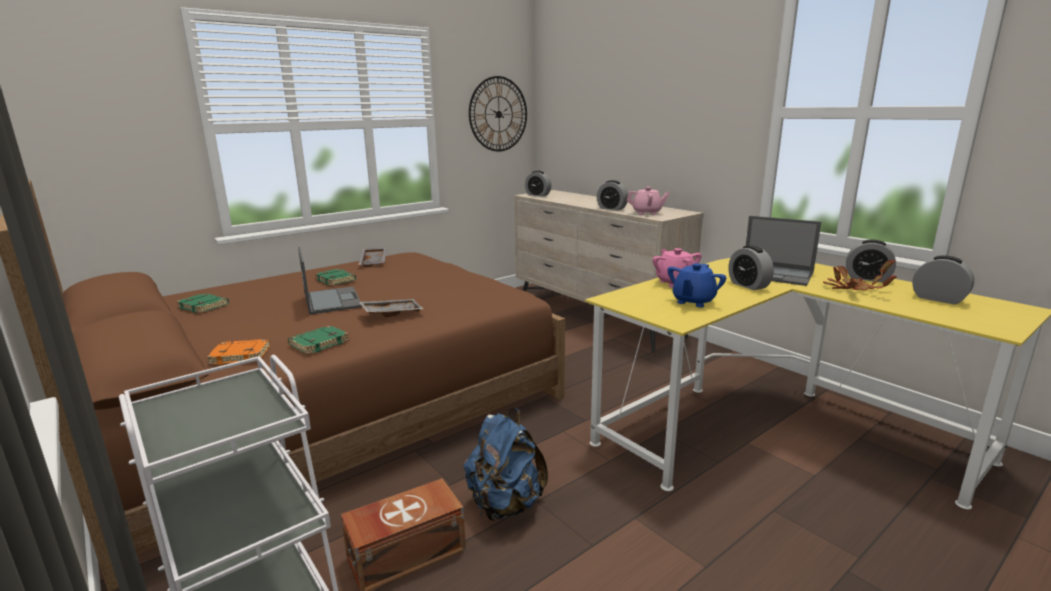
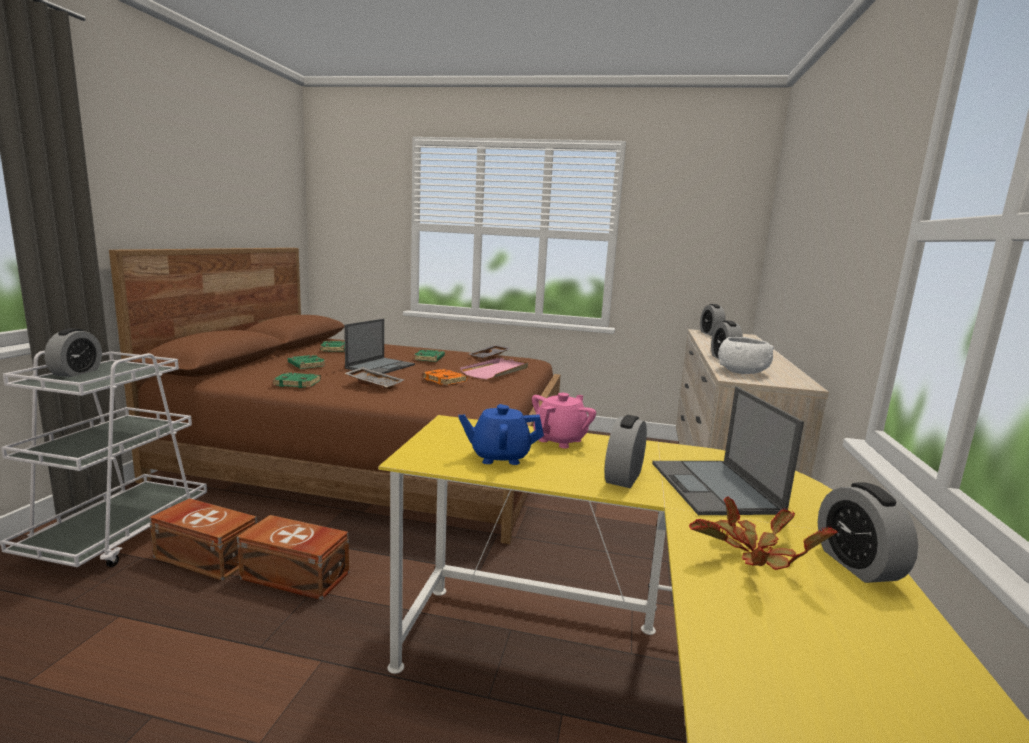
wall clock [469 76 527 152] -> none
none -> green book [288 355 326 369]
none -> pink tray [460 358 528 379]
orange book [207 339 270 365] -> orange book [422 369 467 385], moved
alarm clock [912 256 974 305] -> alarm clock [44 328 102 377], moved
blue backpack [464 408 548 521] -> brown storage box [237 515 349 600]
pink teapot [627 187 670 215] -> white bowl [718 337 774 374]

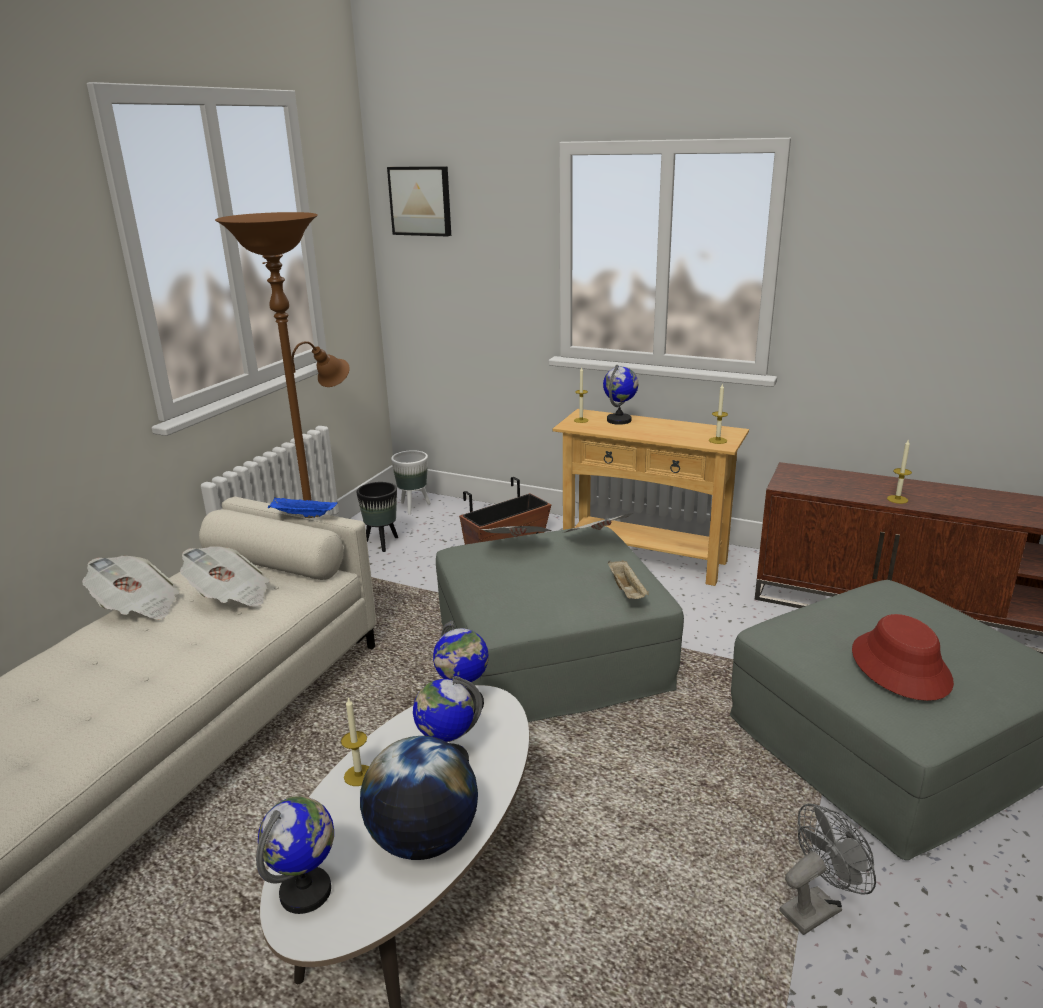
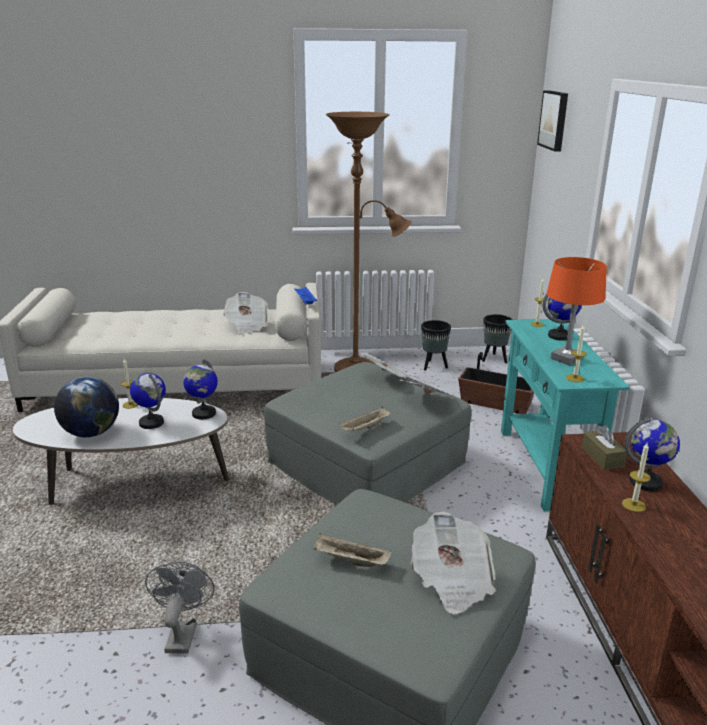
none -> orange table lamp [547 257 607 366]
none -> brown tissue box [581 425 627 470]
newspaper [82 556 180 619] -> newspaper [411 511 495 615], moved
globe [256 796 334 914] -> globe [625 417 680 491], moved
red hat [852 614 954 701] -> beige tray [314 533 392 567]
white planter [391 450 431 514] -> black planter [482 314 513 363]
beige console table [552 409 749 586] -> turquoise console table [501 319 630 512]
grey fan [780 803 876 935] -> grey fan [145 561 214 654], 120 degrees counterclockwise

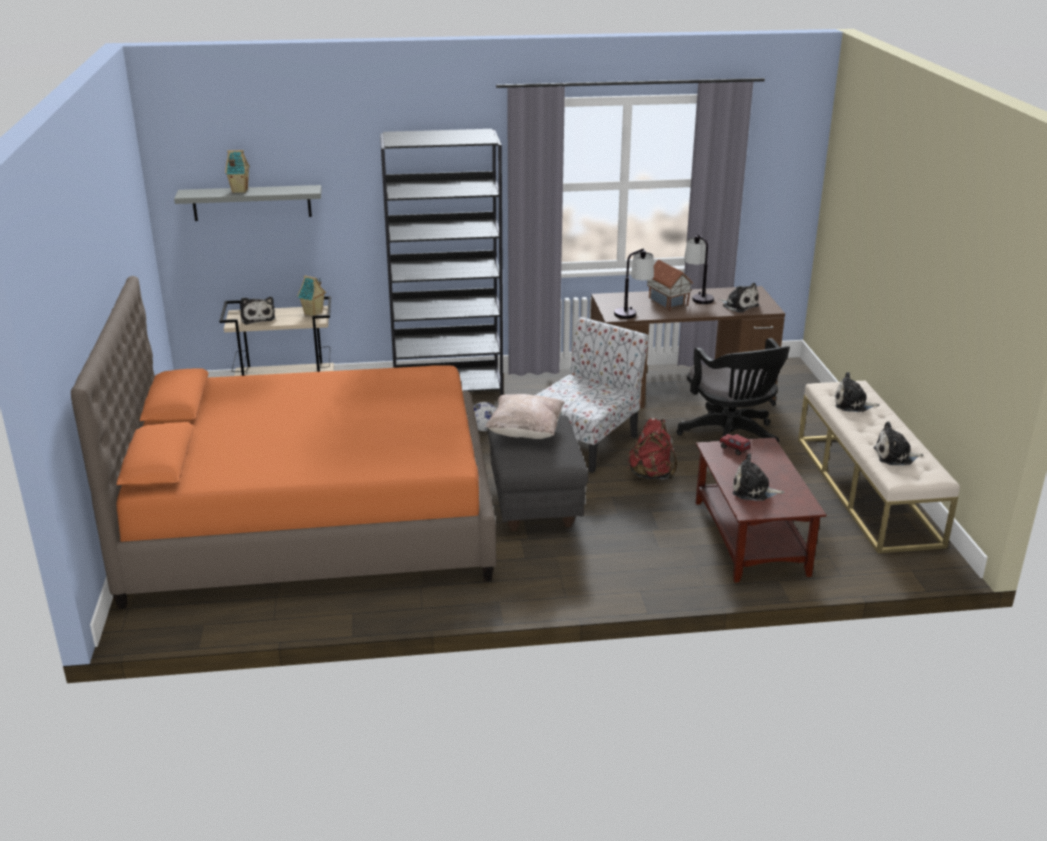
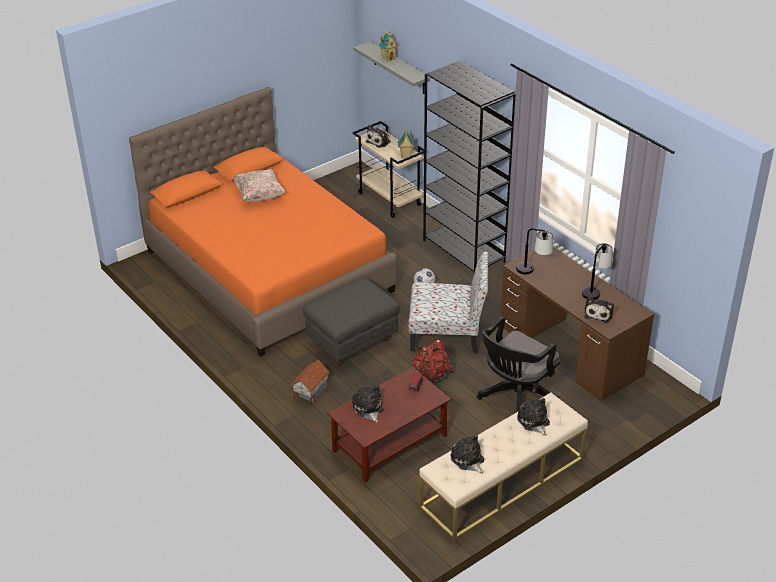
beige pillow [485 394 565 439] -> beige pillow [232 169 286 202], moved
toy house [647 260 693 311] -> toy house [291 360 329 406], moved

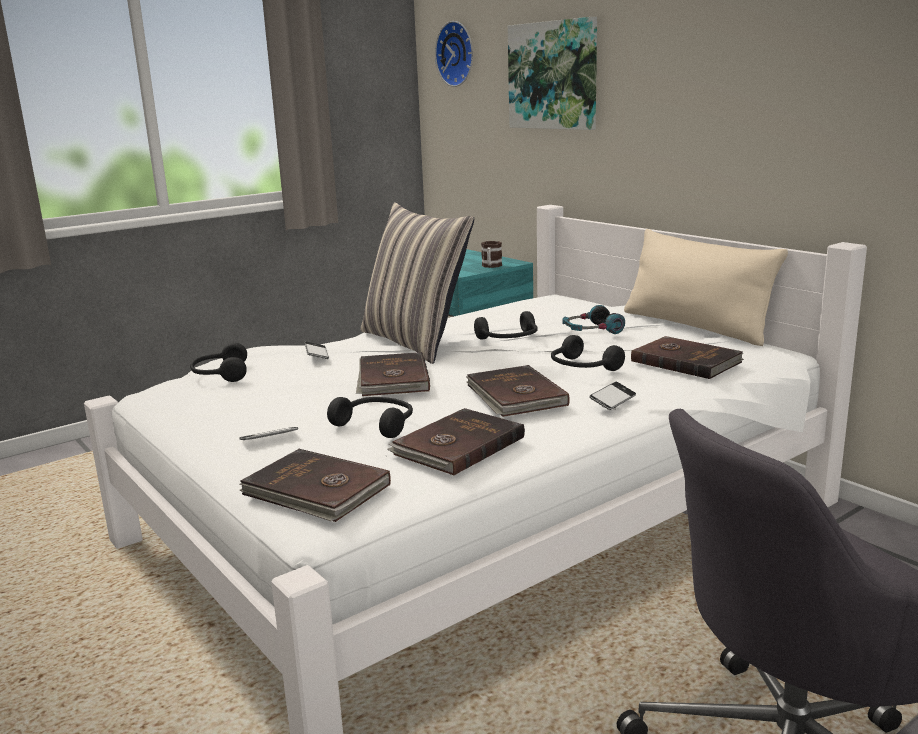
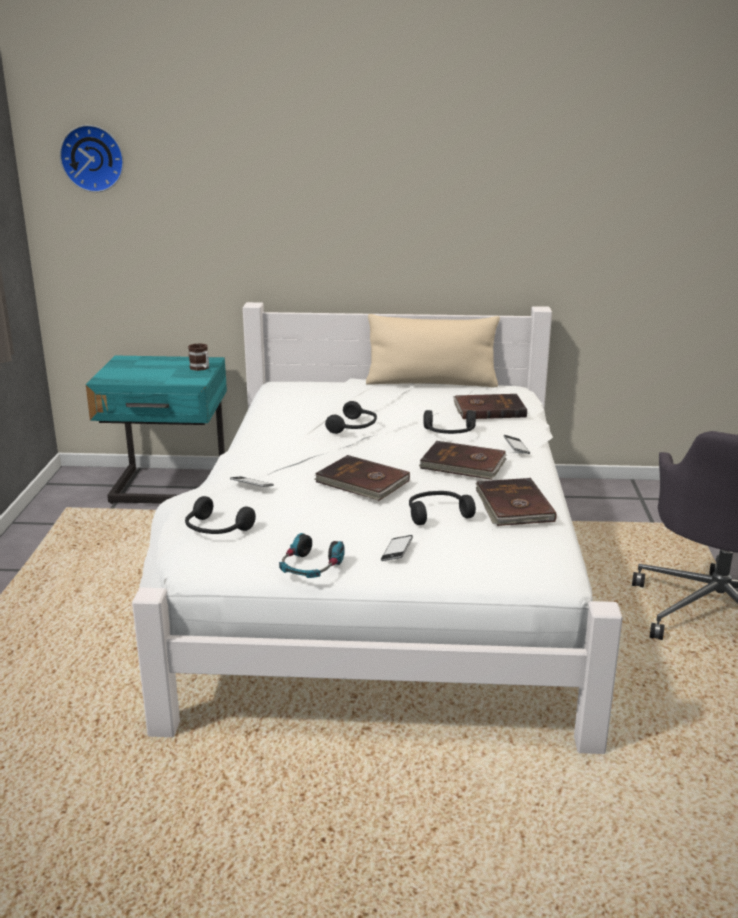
brown book [239 449 391 522] -> none
pillow [360 202 474 364] -> none
picture [508 17 597 130] -> none
headphones [562 305 625 334] -> headphones [279 533 345 578], moved

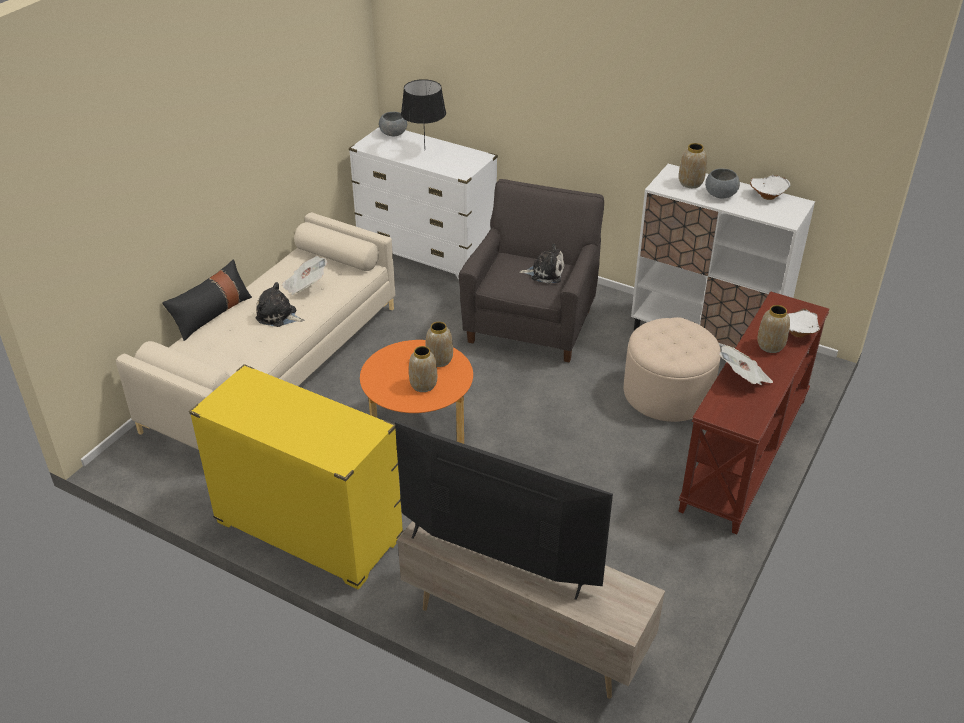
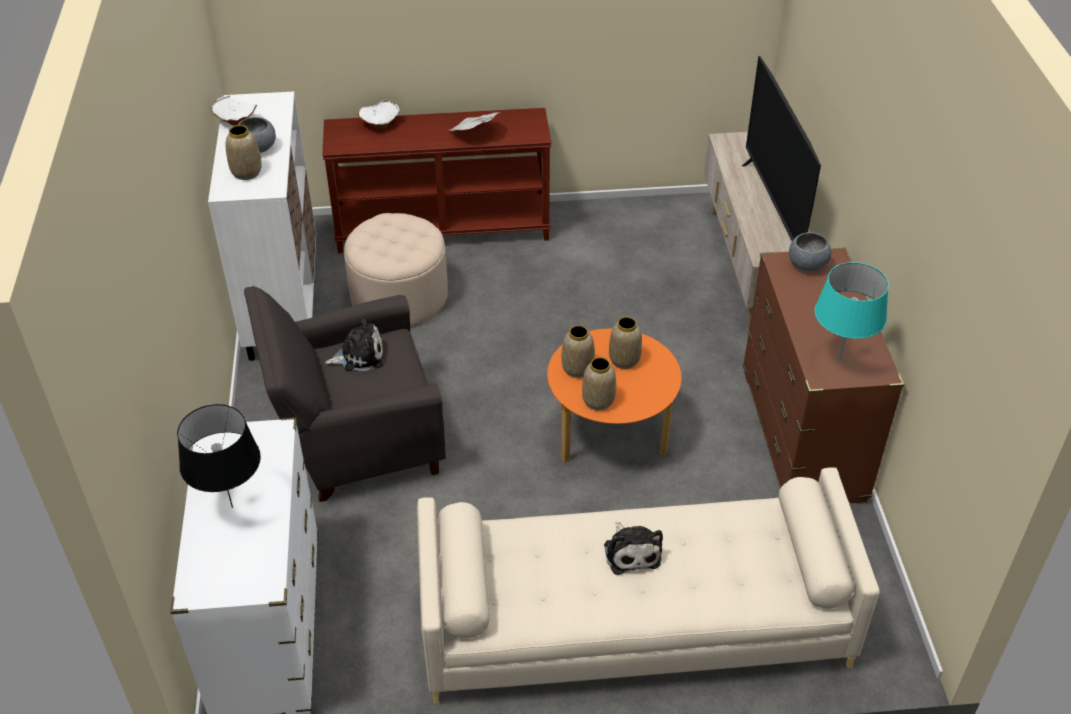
black pillow [162 260 252 341] -> none
newspaper [282 256 327 295] -> none
none -> turquoise table lamp [815 262 889 361]
grey bowl [379 112 407 136] -> grey bowl [789 232 832 271], moved
vase [757 305 790 353] -> vase [582 357 616 411], moved
yellow dresser [189 364 403 590] -> brown dresser [743 248 904 503]
plush toy [520 243 564 284] -> plush toy [325 316 384 371], 105 degrees clockwise

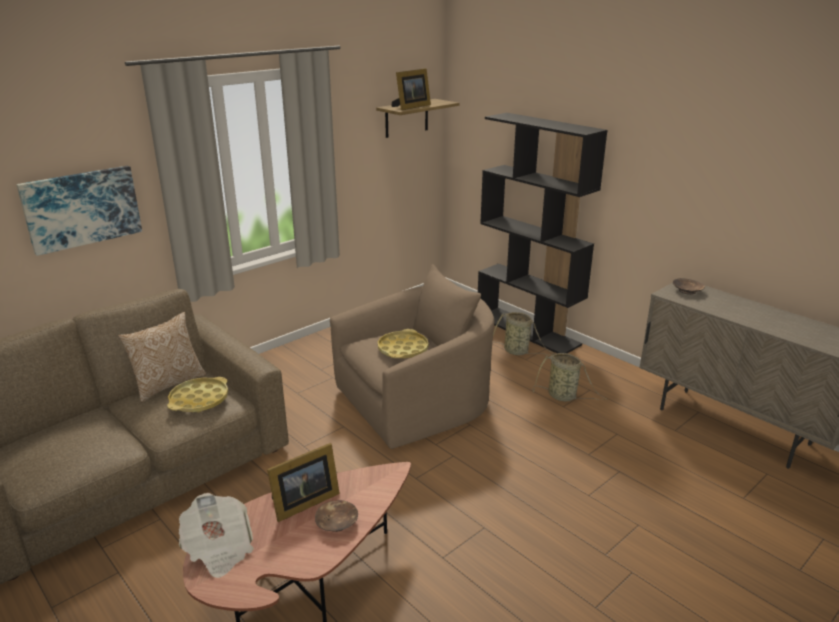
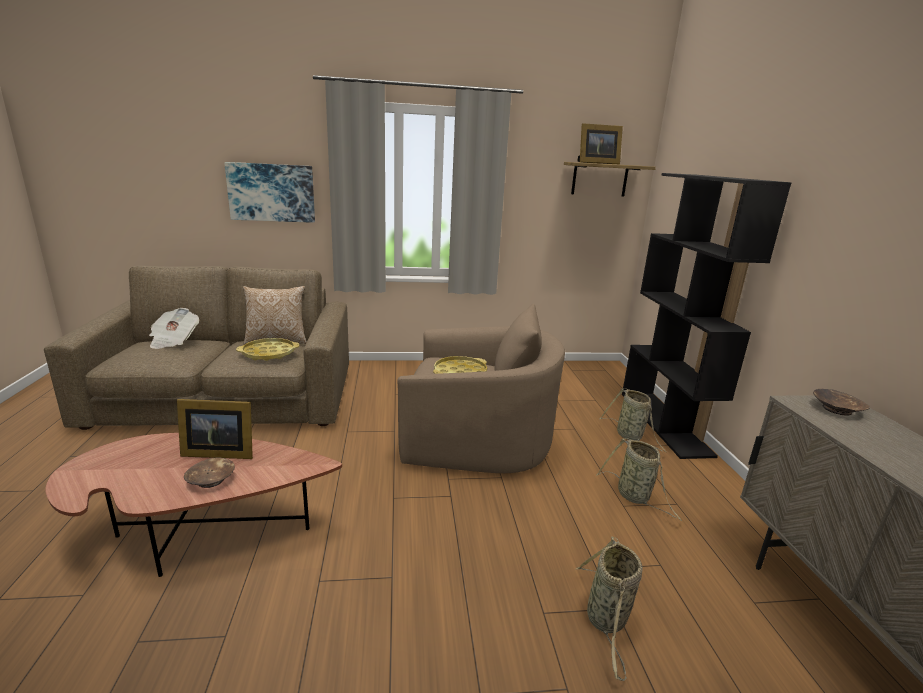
none -> basket [576 537 643 681]
newspaper [179 493 254 578] -> newspaper [149 308 199 349], moved

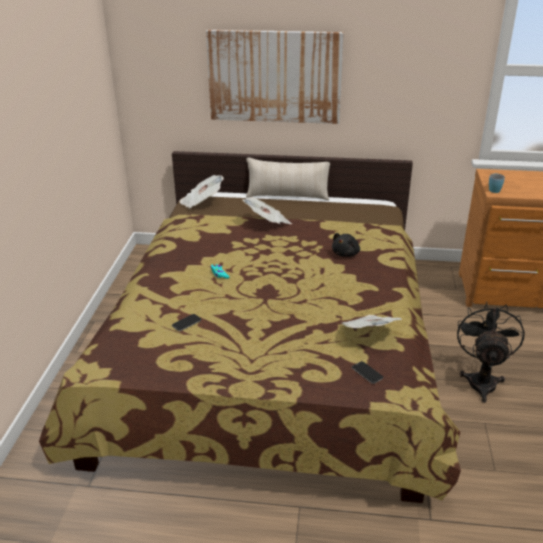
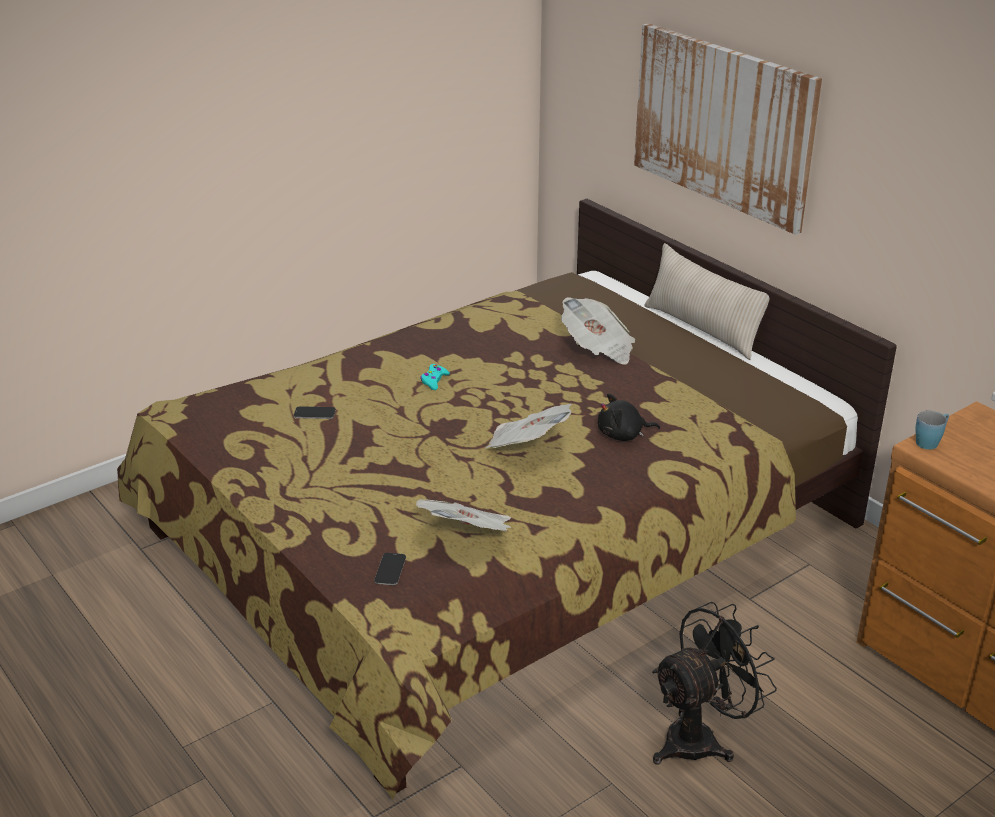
newspaper [179 175 224 209] -> newspaper [486 404 572 448], moved

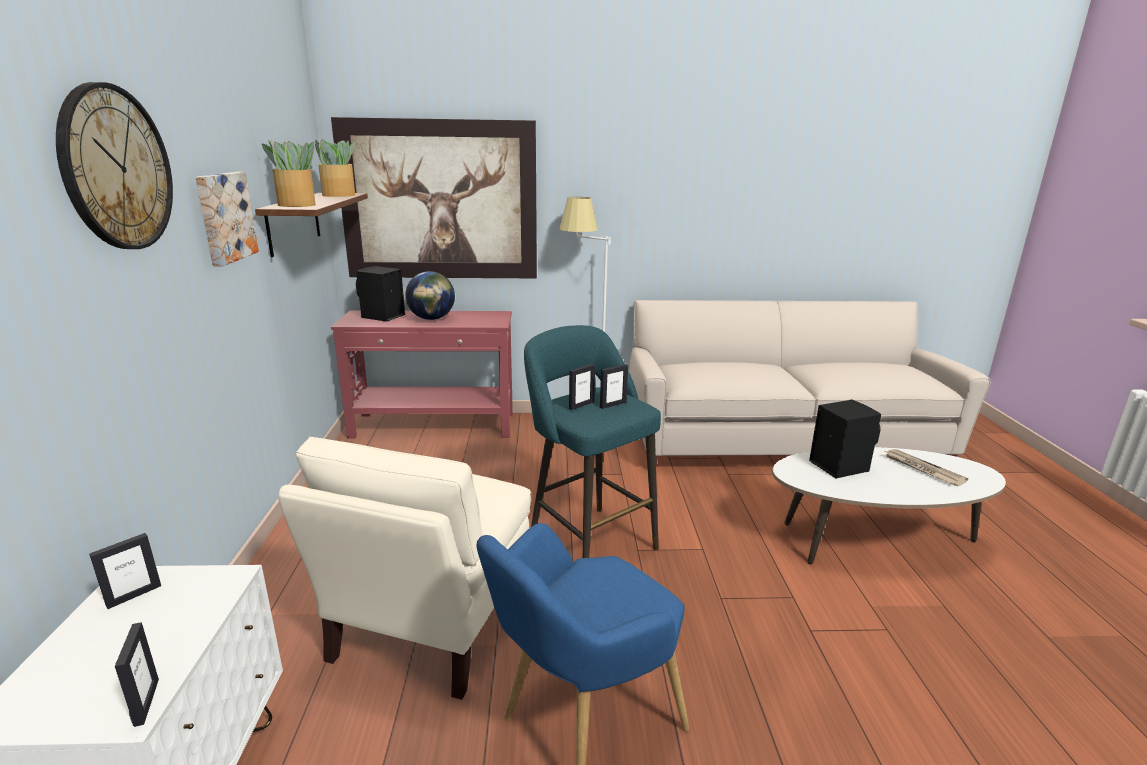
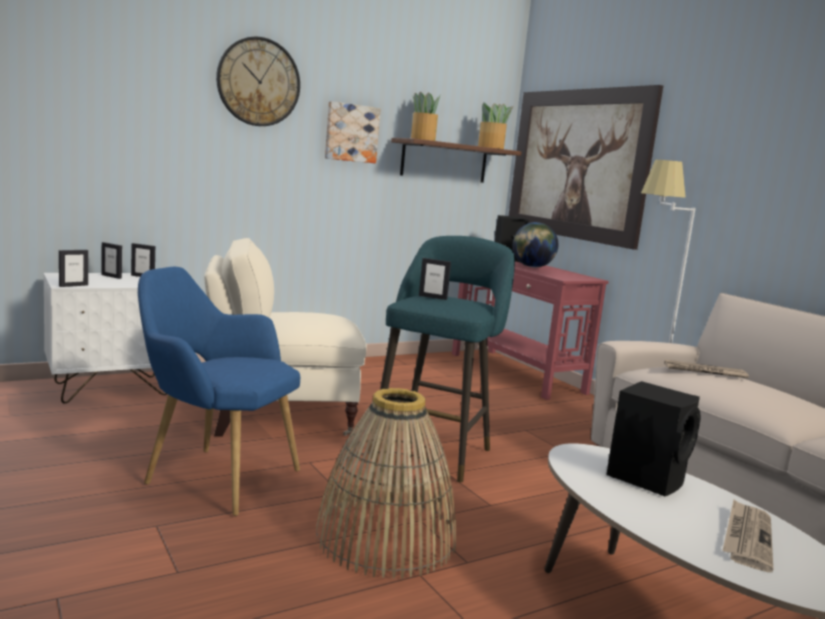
none -> basket [316 388 456 579]
none -> newspaper [664 359 749 378]
picture frame [600 364 628 409] -> picture frame [101 242 122 279], moved

